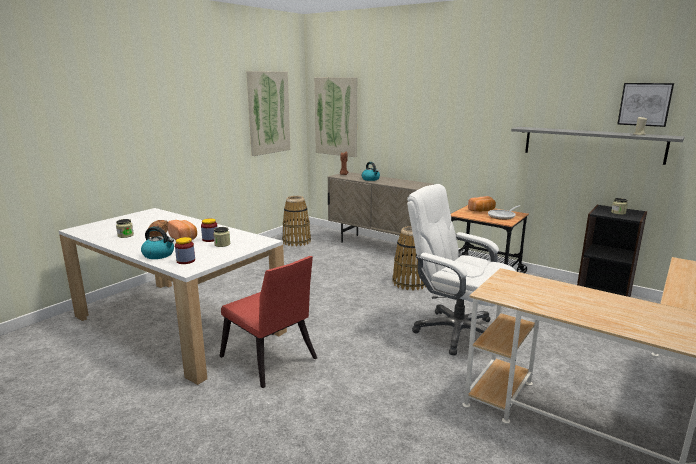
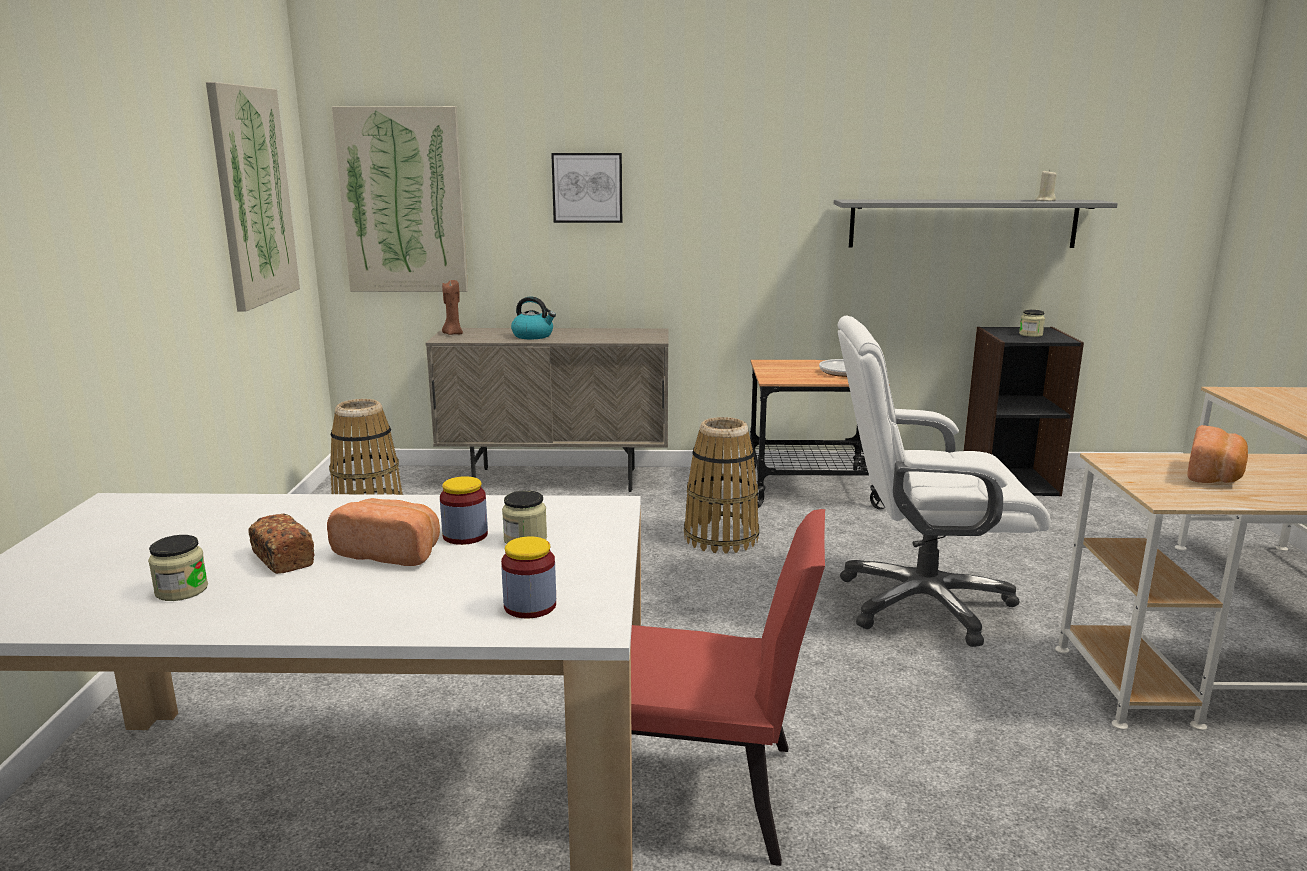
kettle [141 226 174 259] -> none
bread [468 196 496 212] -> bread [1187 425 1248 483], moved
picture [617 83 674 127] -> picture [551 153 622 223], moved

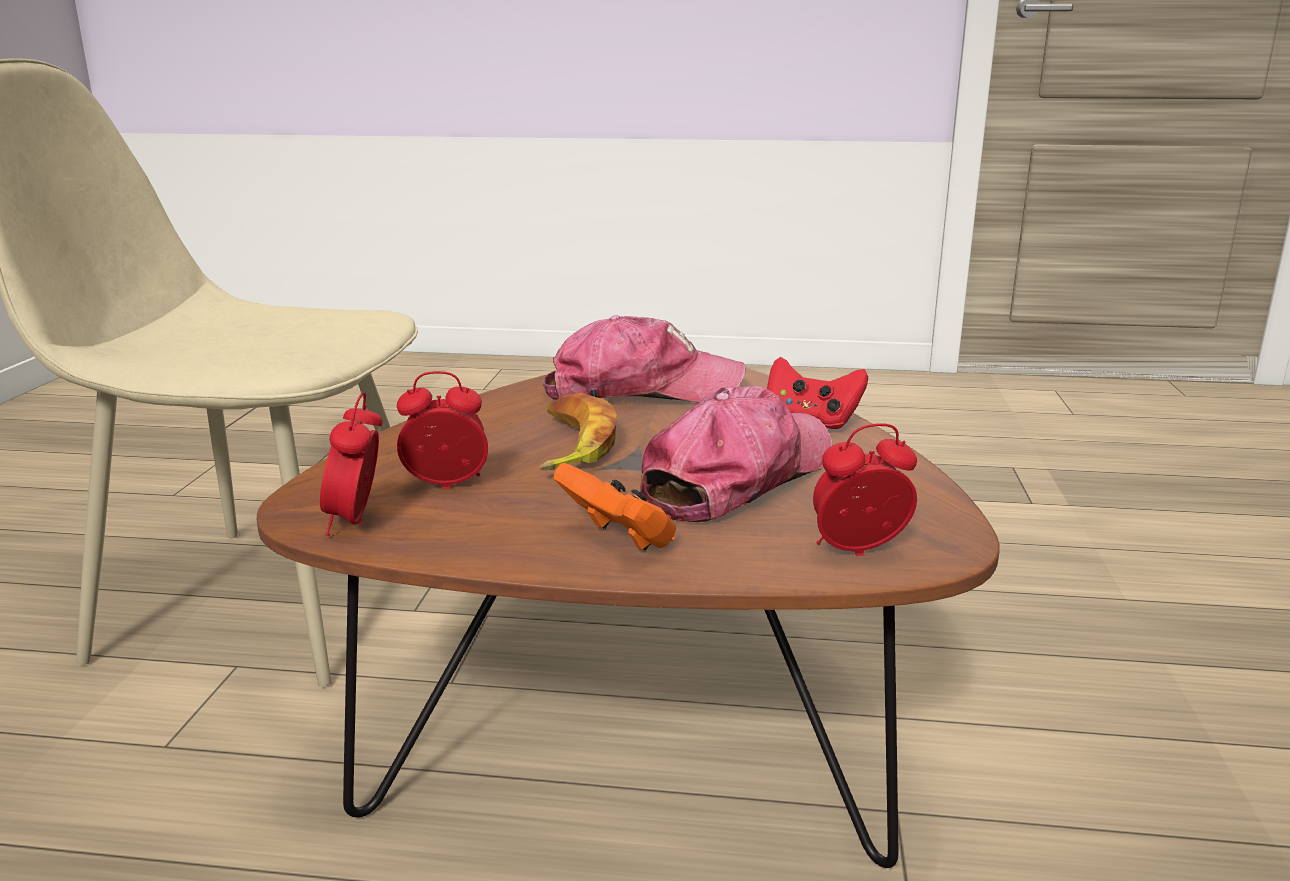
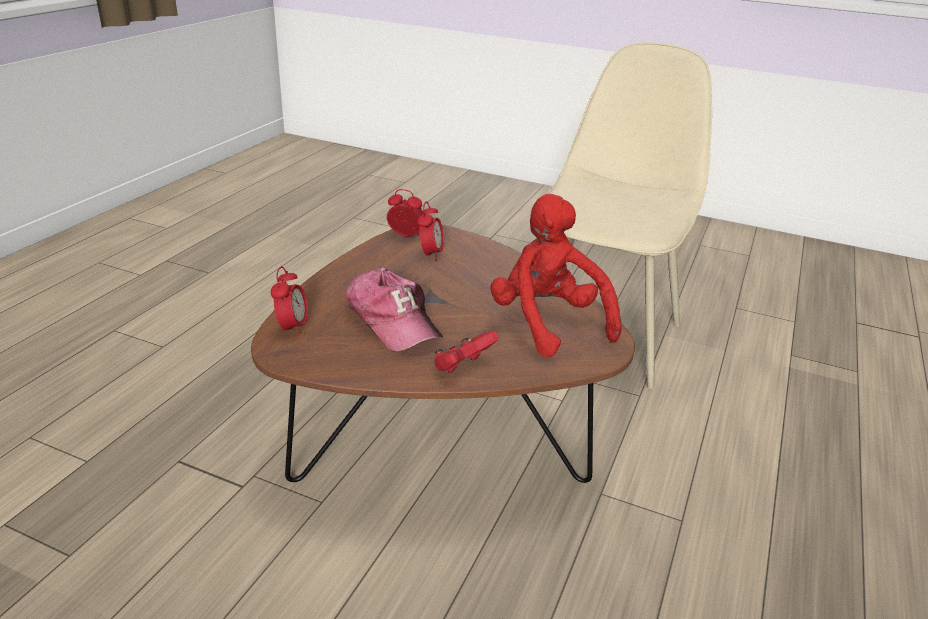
banana [540 393 617 470] -> none
orange game controller [554 463 676 551] -> none
cap [543 315 746 403] -> red plush toy [490 194 622 357]

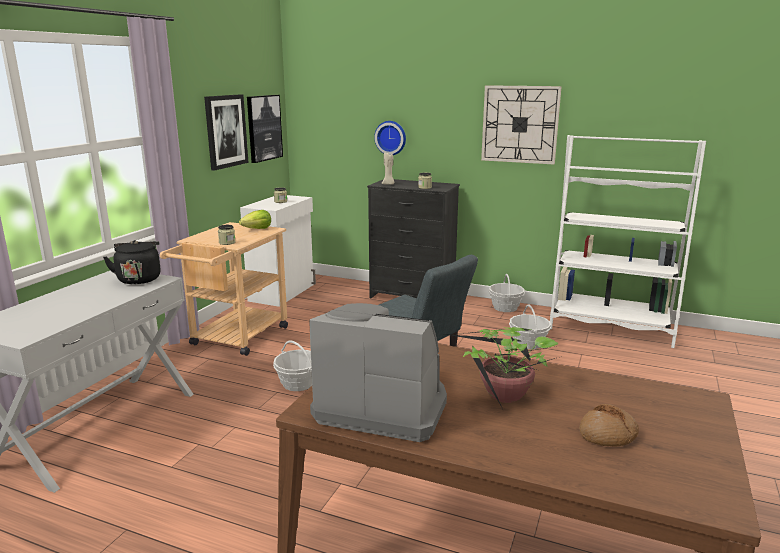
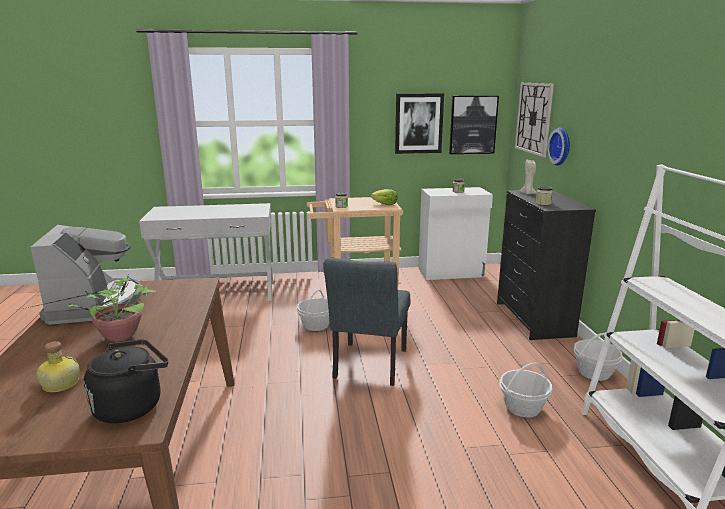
black kettle [103 240 161 284] -> black kettle [83 339 168 423], moved
wall clock [481 85 562 164] -> wall clock [515 83 554 157], moved
bread [579 404 639 447] -> bottle [36 341 79 392]

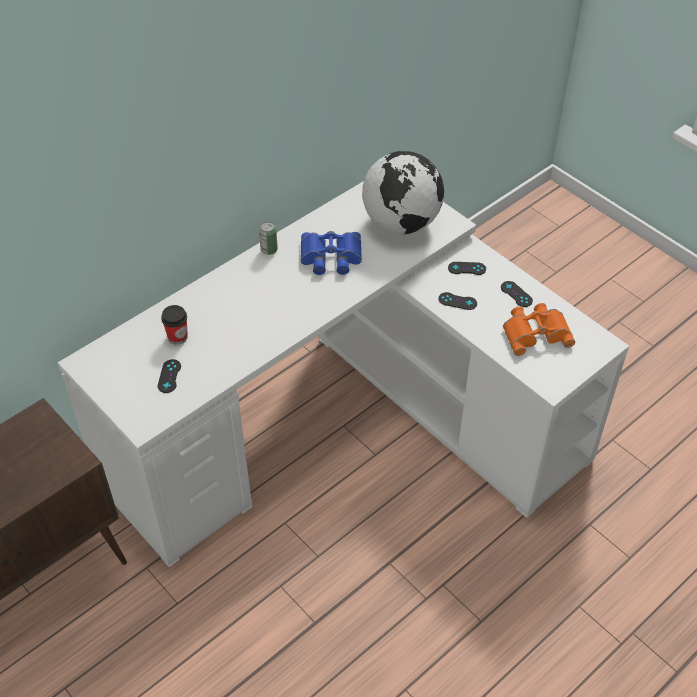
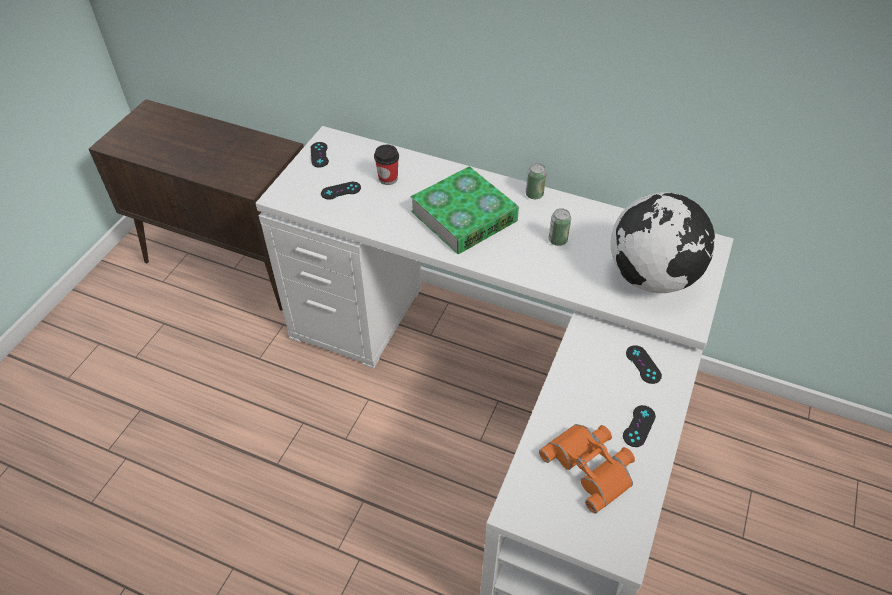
none -> book [410 166 519 254]
black game controller [438 292 477 310] -> black game controller [311 142 329 167], moved
blue binoculars [301 231 362 275] -> can [548 208 571 246]

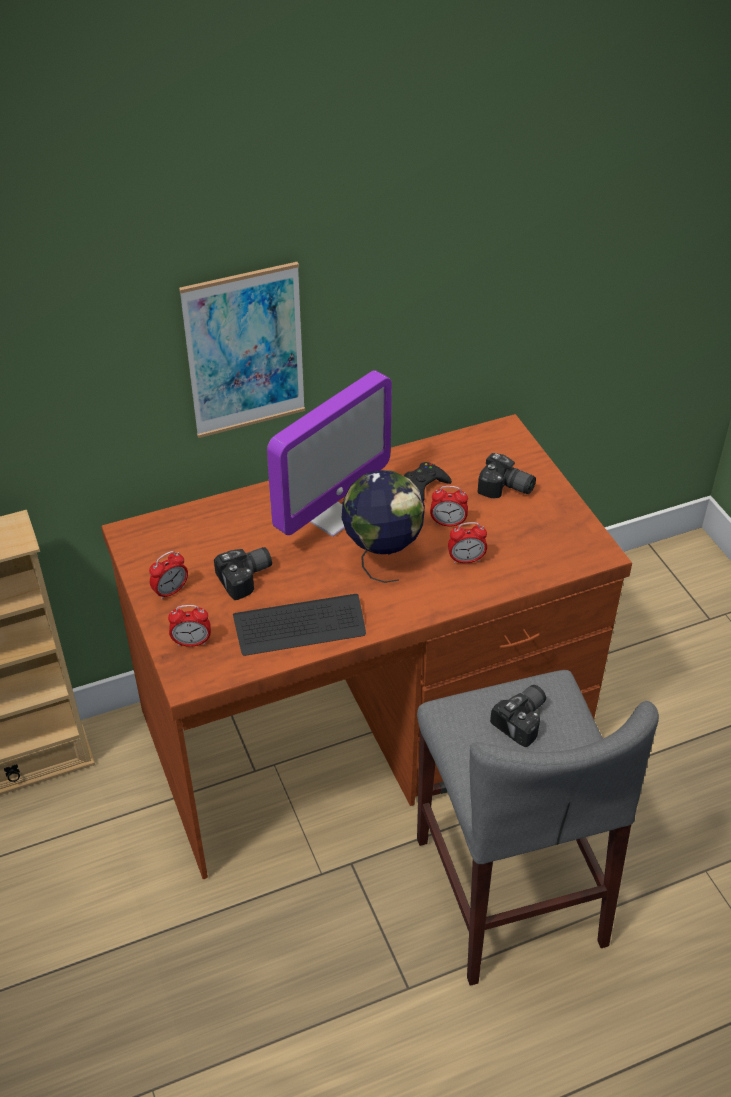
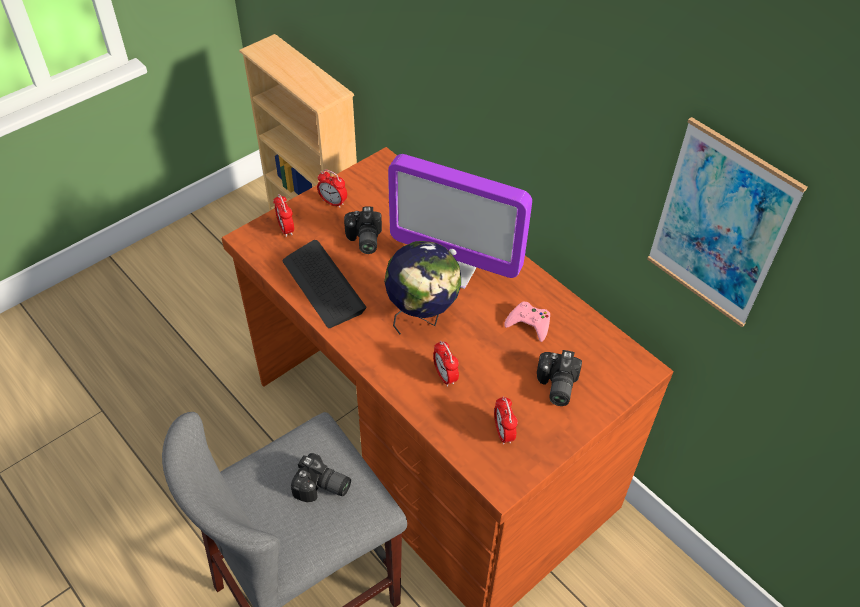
picture [179 262 305 438] -> picture [647 117 807 327], moved
alarm clock [430 486 468 527] -> alarm clock [494 396 518 445], moved
black game controller [404 462 452 502] -> pink game controller [504 302 550 342]
photo camera [214 547 272 600] -> photo camera [344 207 382 254], 45 degrees clockwise

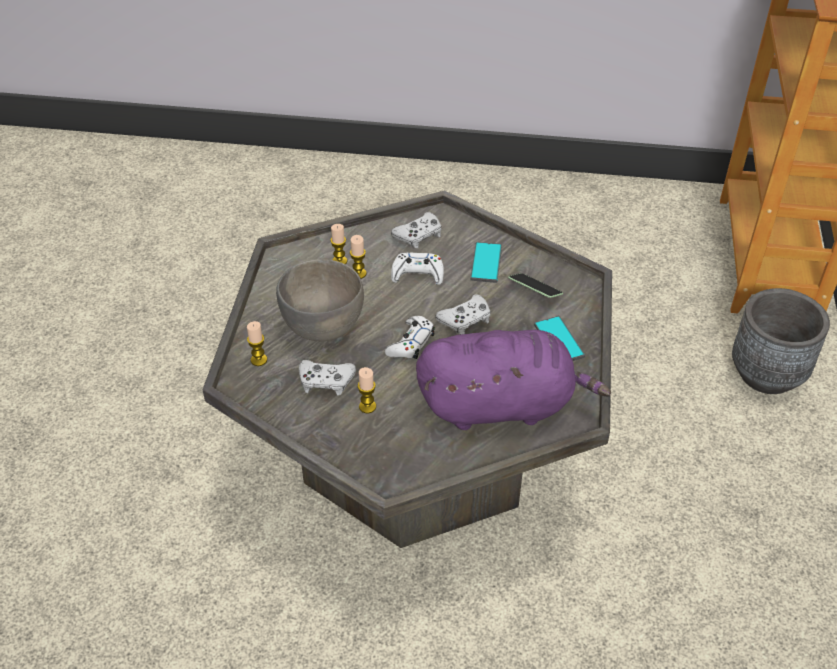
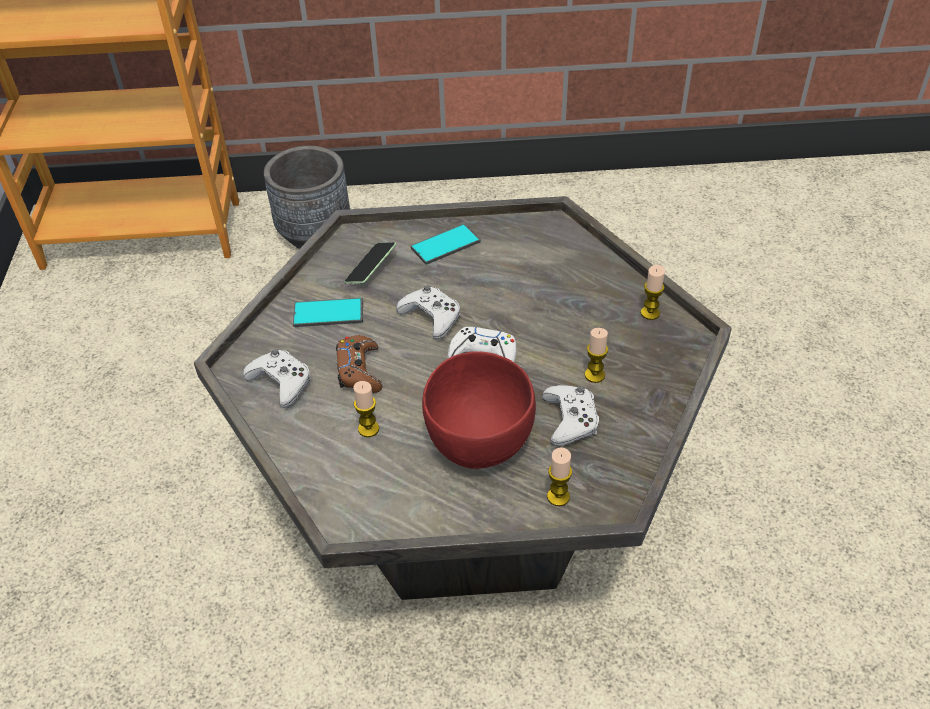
purple plush toy [416 330 611 430] -> none
candle [330 224 347 264] -> candle [641 265 665 320], moved
grey bowl [276 259 364 341] -> red bowl [422 351 536 469]
white game controller [391 252 444 285] -> brown game controller [336 335 383 393]

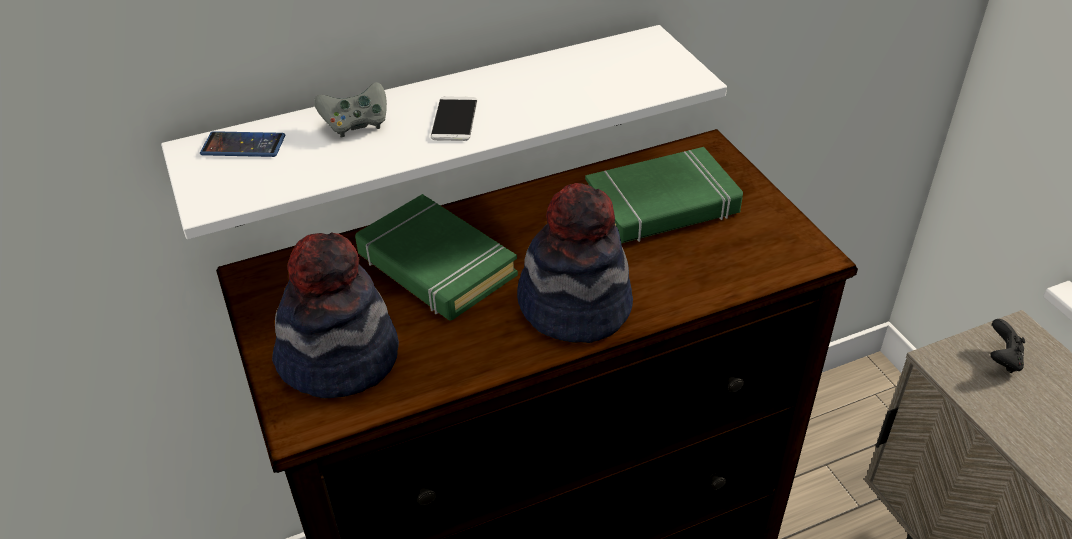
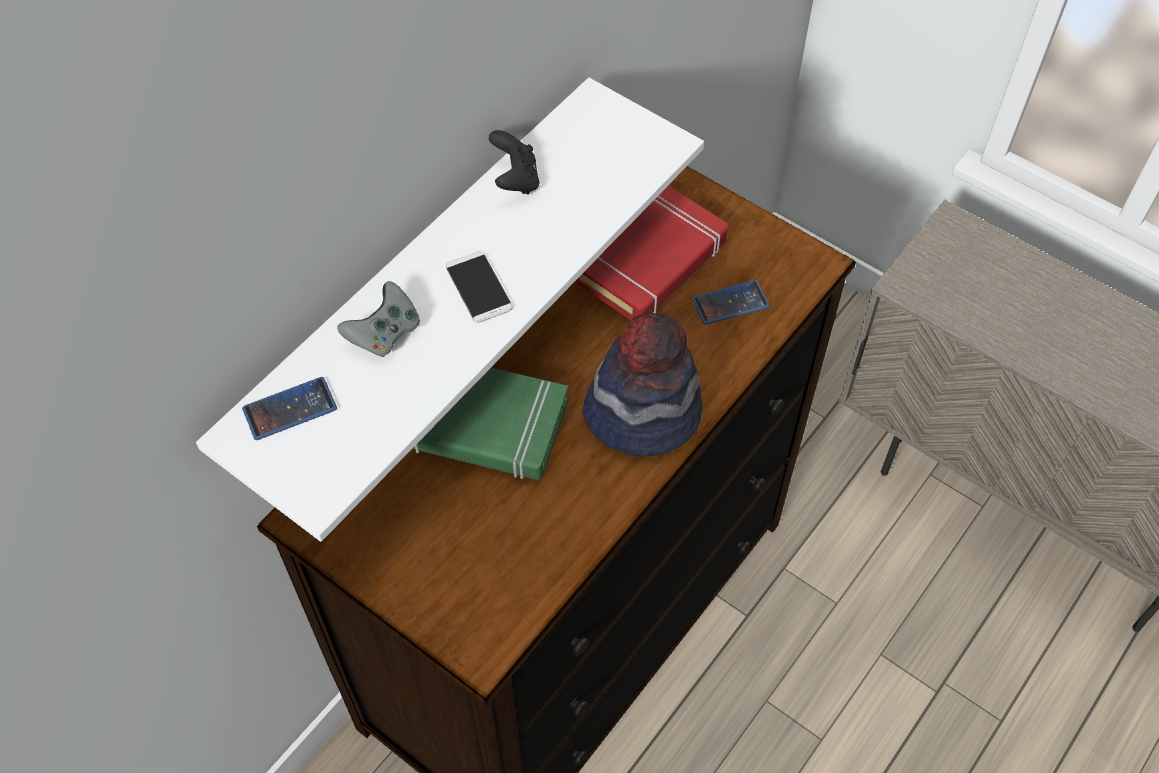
hat [272 232 399 398] -> none
none -> phone [692 280 770 325]
black game controller [990 319 1025 373] -> black game controller [489 130 539 195], moved
green book [585 147 743 244] -> red book [575 186 728 320]

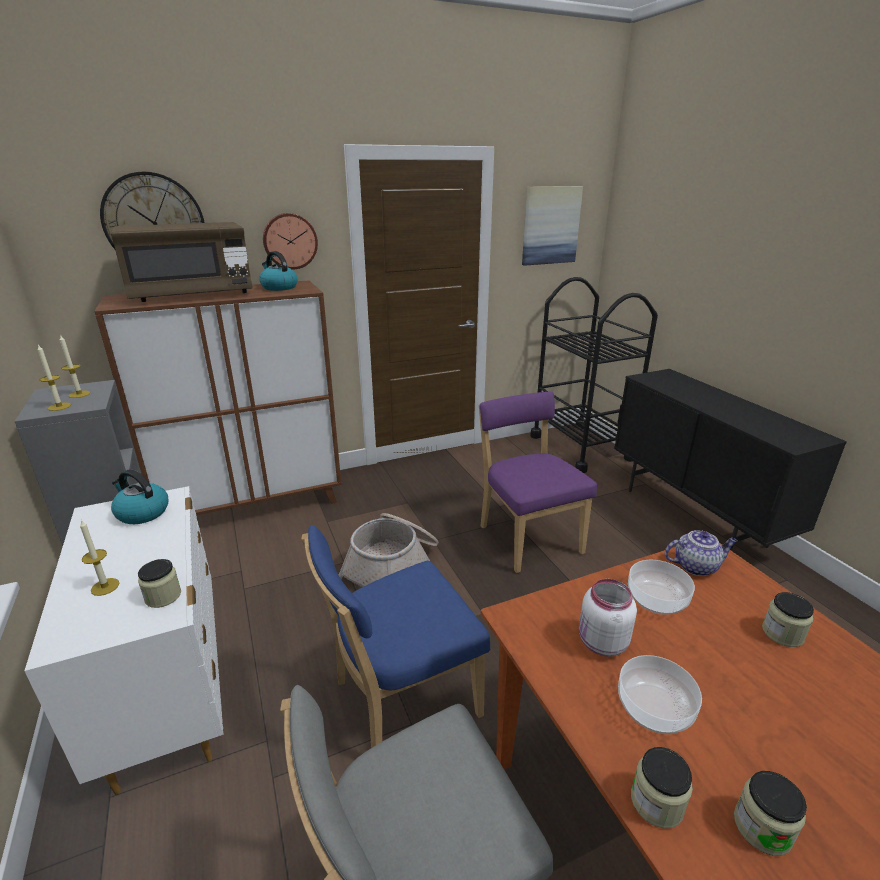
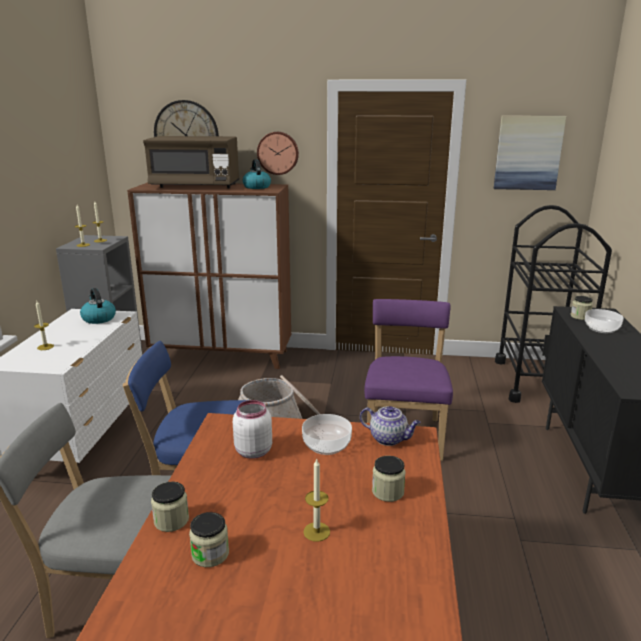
none -> candle [303 458 330 542]
jar [138 559 181 608] -> jar [570 296 593 320], moved
bowl [618 655 702 734] -> bowl [585 309 624 333], moved

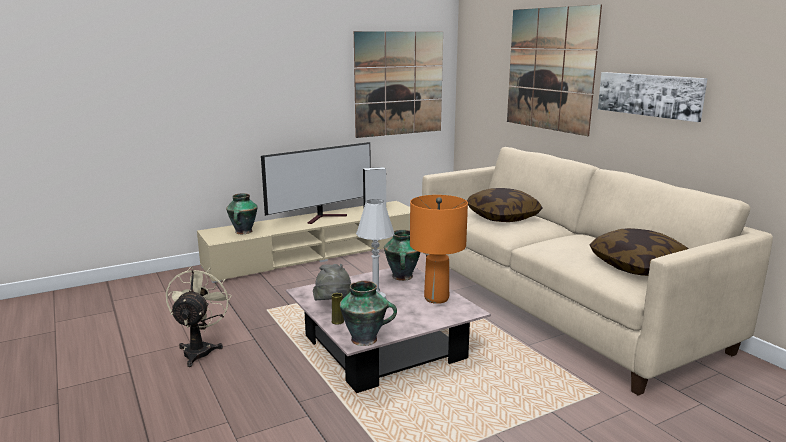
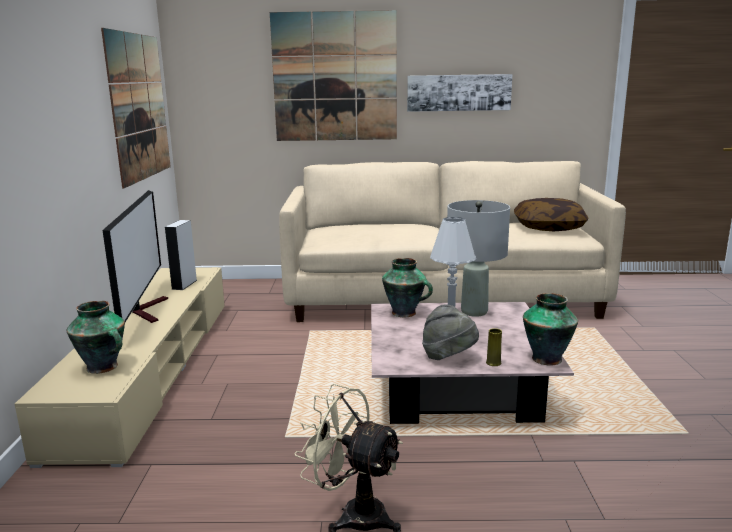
pillow [466 188 543 222] -> none
orange table lamp [410 195 468 304] -> grey table lamp [447 200 510 317]

